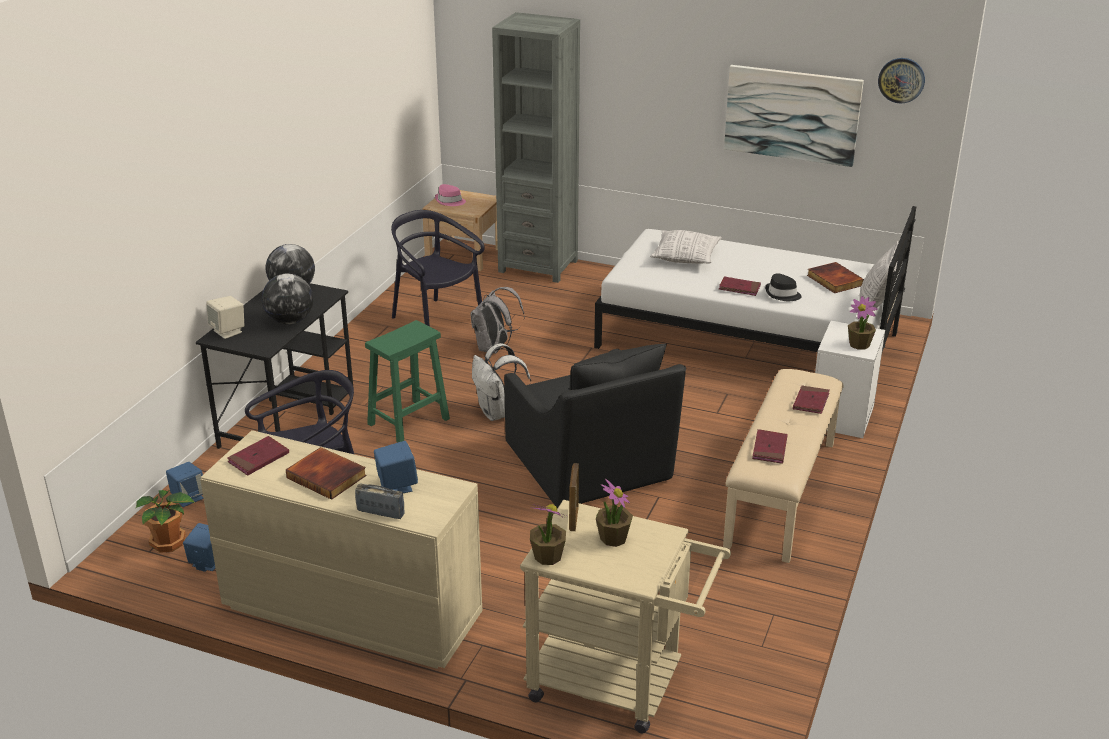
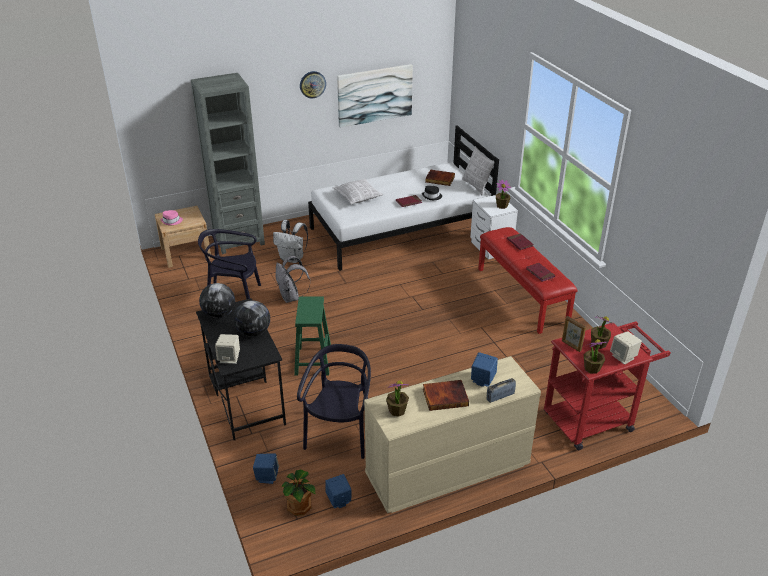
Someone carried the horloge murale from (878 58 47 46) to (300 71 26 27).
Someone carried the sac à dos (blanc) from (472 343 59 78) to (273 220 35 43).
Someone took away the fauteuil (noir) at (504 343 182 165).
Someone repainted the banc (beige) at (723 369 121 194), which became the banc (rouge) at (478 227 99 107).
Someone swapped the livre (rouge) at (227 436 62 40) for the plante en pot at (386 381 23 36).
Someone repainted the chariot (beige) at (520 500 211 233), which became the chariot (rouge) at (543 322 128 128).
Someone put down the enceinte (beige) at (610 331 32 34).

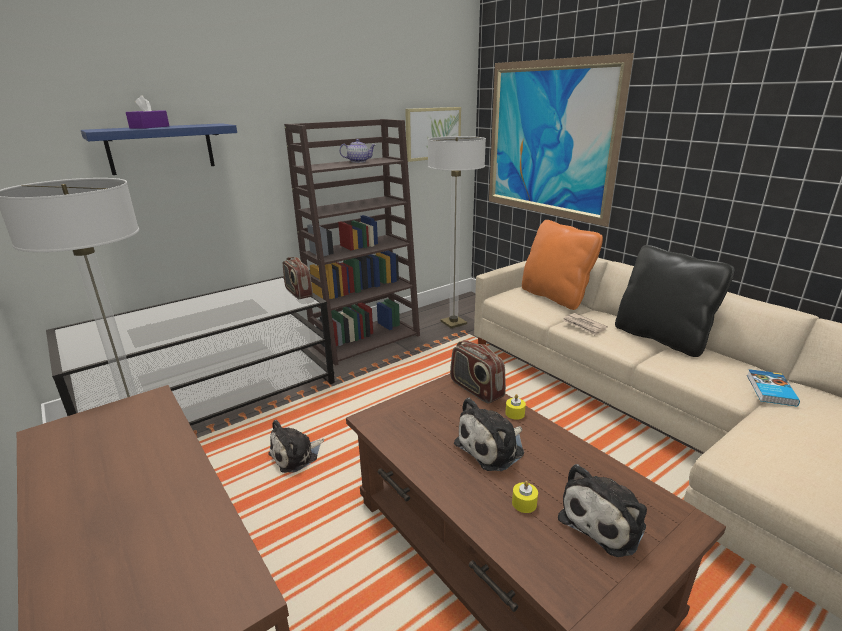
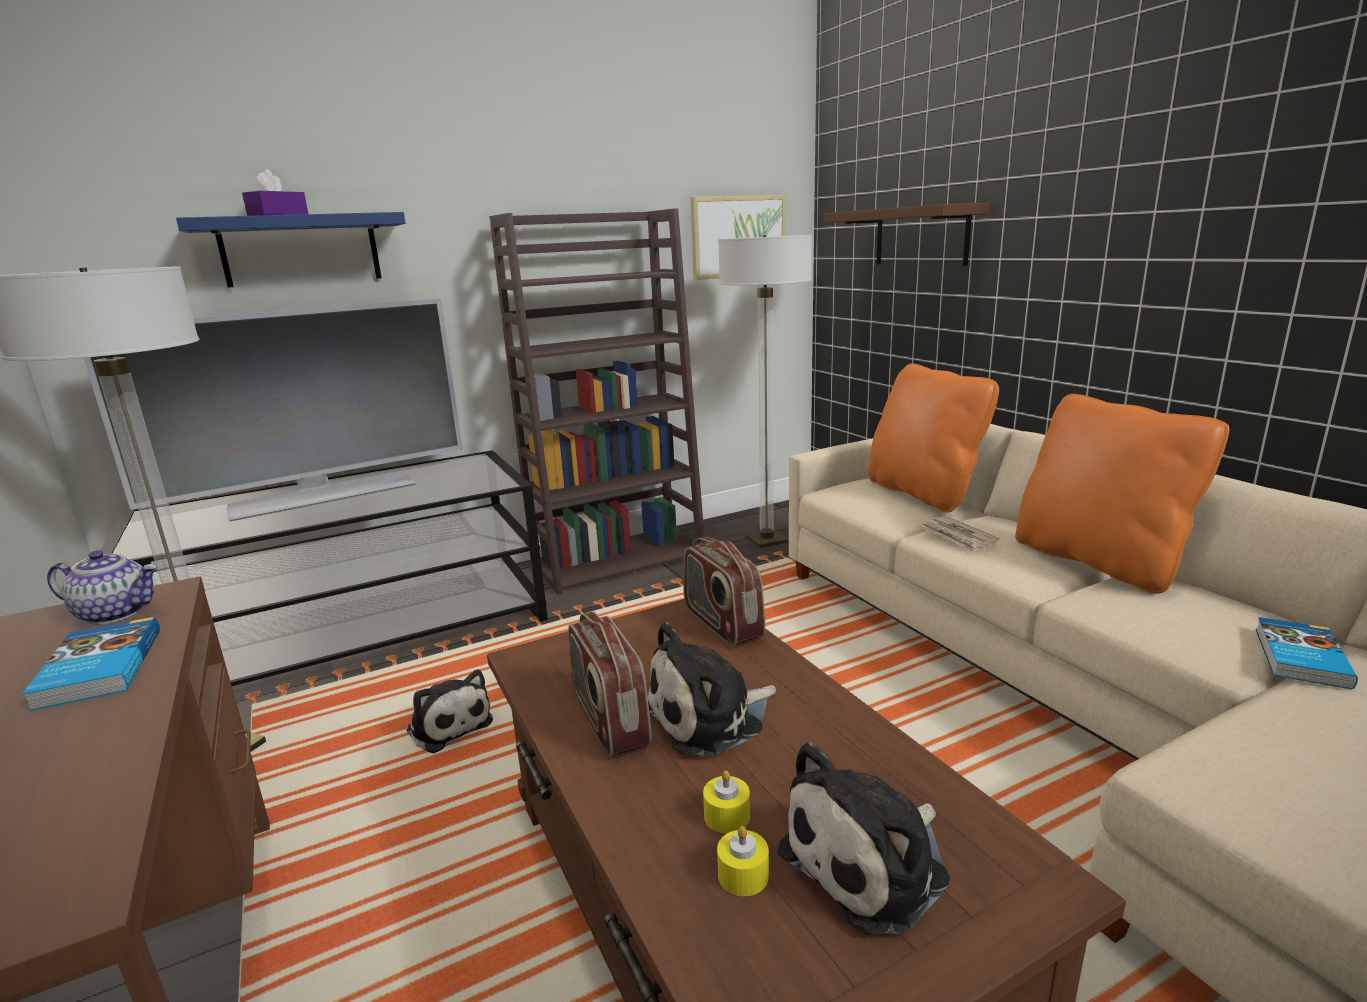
Someone swapped the tableau at (489 53 145 174) for the étagère (marron) at (824 203 166 63).
Someone carried the théière from (339 139 36 24) to (47 550 110 74).
Someone repainted the coussin (noir) at (615 245 120 112), which became the coussin (orange) at (1015 394 214 200).
Someone carried the radio from (283 257 30 42) to (568 611 84 146).
Someone carried the bougie (jaune) from (505 394 21 26) to (717 826 52 70).
Someone rotated the peluche at (268 420 56 53) by 105 degrees counterclockwise.
Someone put down the téléviseur at (84 298 379 223).
Someone put down the livre at (22 617 138 95).

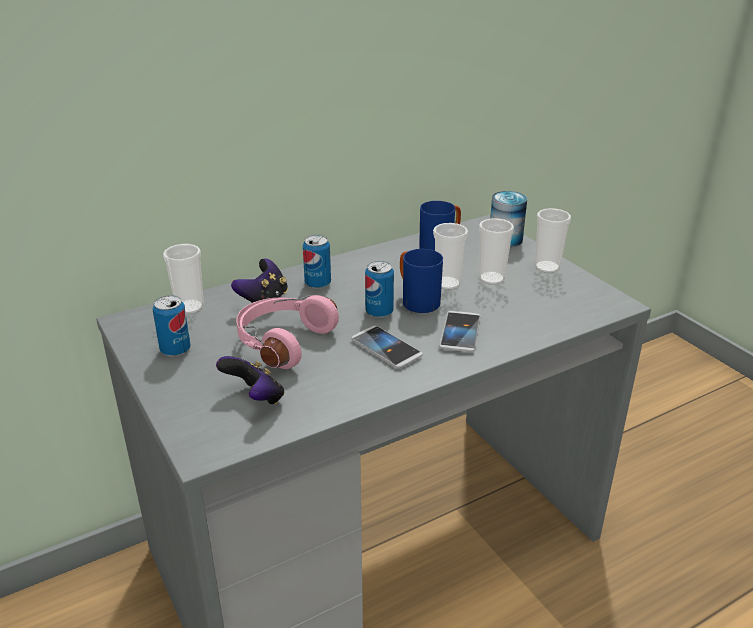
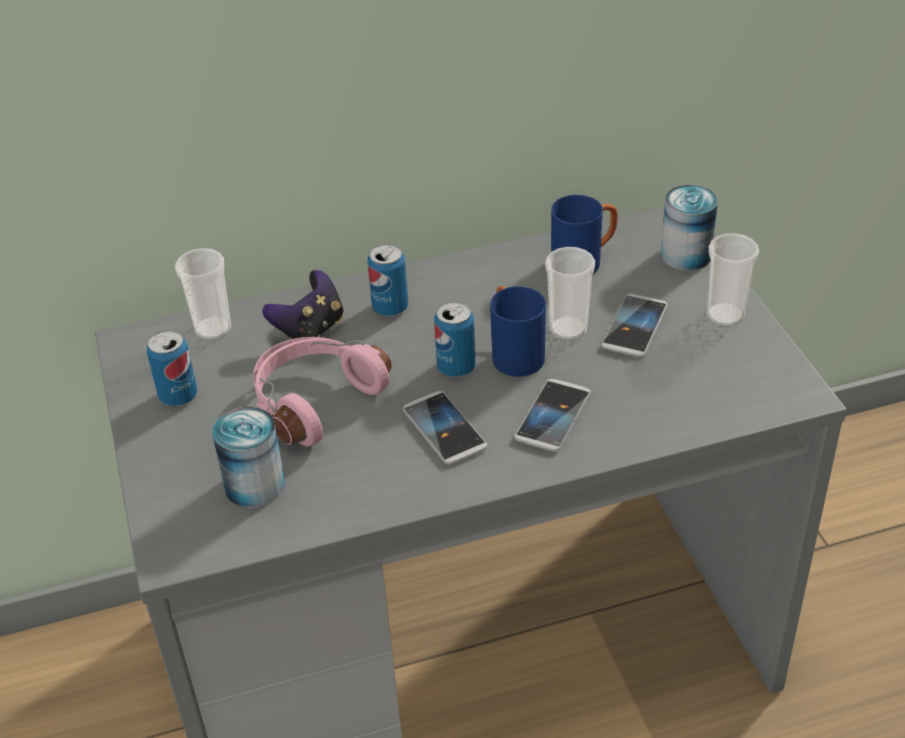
Someone swapped the tasse at (479 218 35 67) for the téléphone at (601 294 67 63).
Someone swapped the manette at (216 356 68 48) for the boîte métallique at (212 407 73 101).

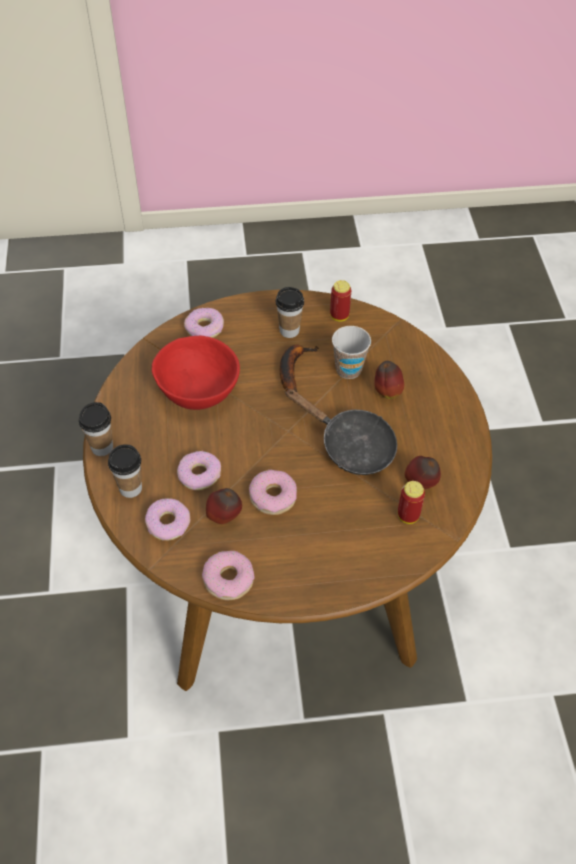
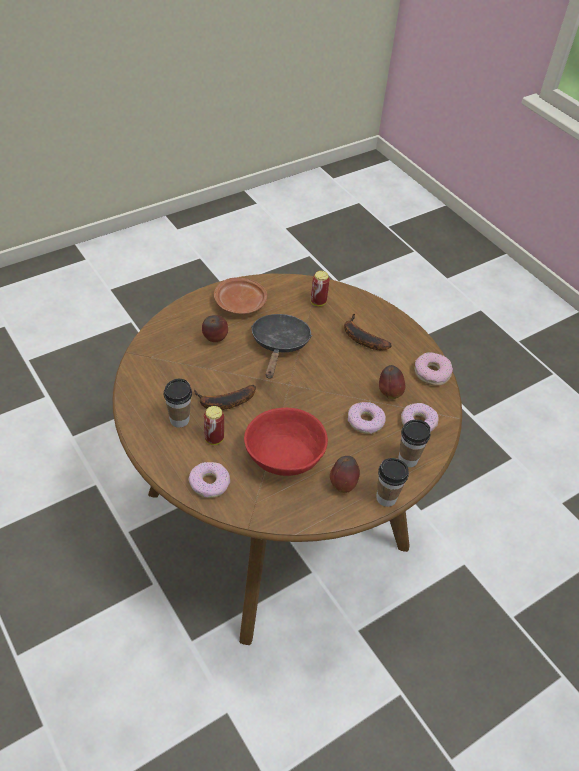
Someone carried the boîte métallique from (330 280 21 42) to (204 406 20 39).
Someone took away the tasse at (332 326 39 53).
Someone carried the pomme from (405 456 36 33) to (330 456 30 37).
Someone took away the beignet at (249 470 48 45).
Someone put down the assiette (marron) at (214 277 53 37).
Someone put down the banane at (344 314 48 36).

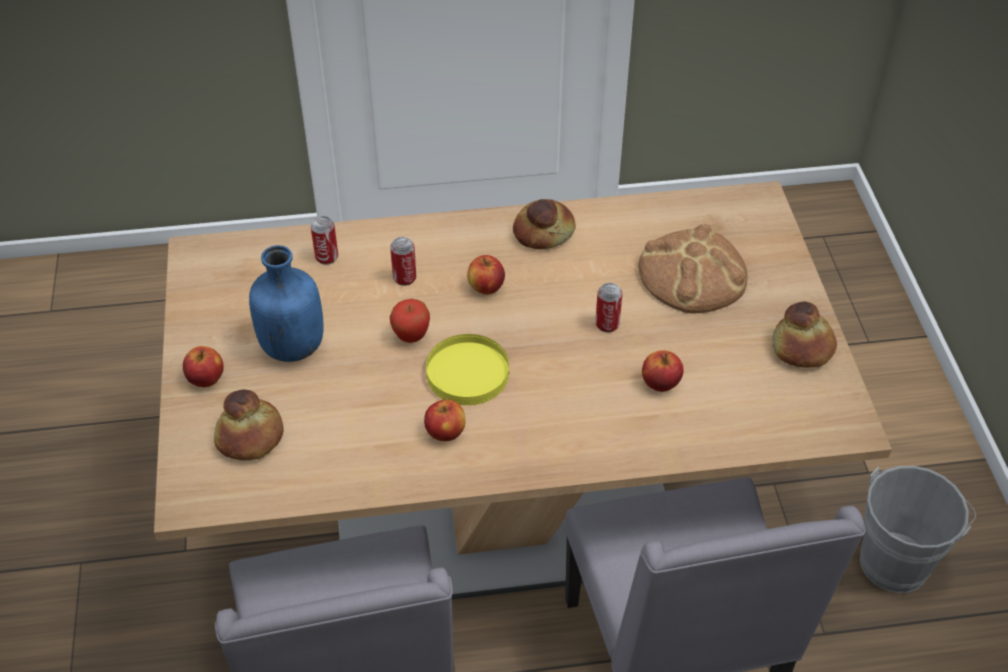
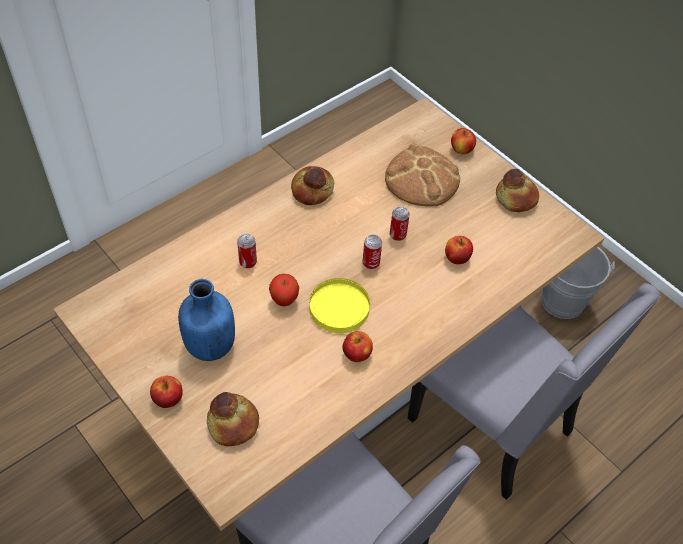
Someone carried the boîte métallique from (311 216 27 49) to (362 235 20 34).
Someone carried the pomme from (467 255 38 40) to (451 128 25 26).

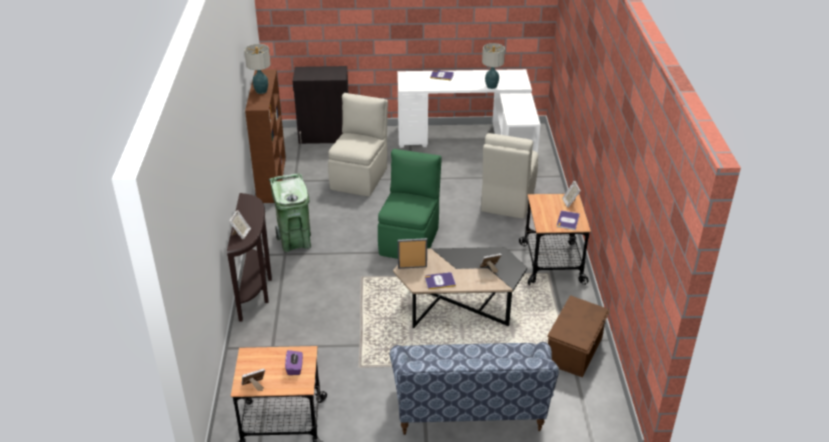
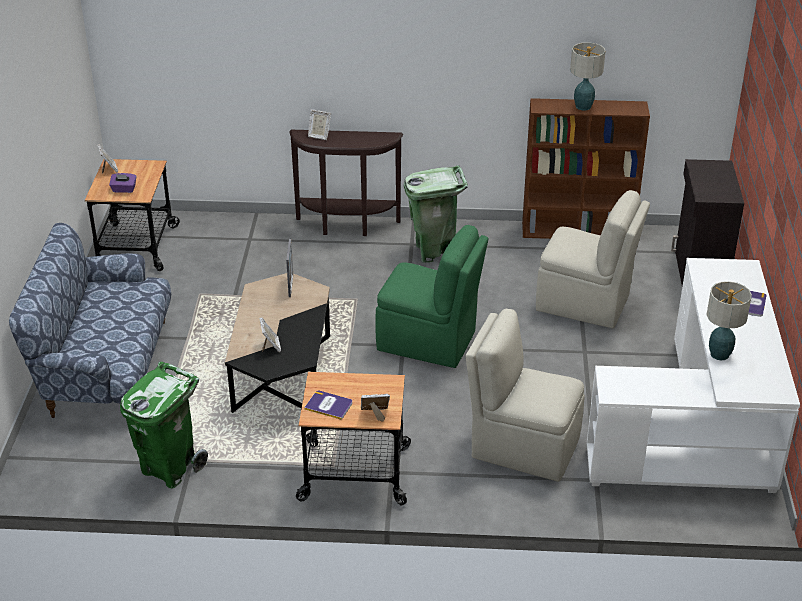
Someone took away the livre at (425 272 31 18).
Someone swapped the boîte de rangement (marron) at (547 295 63 82) for the poubelle (vert) at (120 361 88 128).

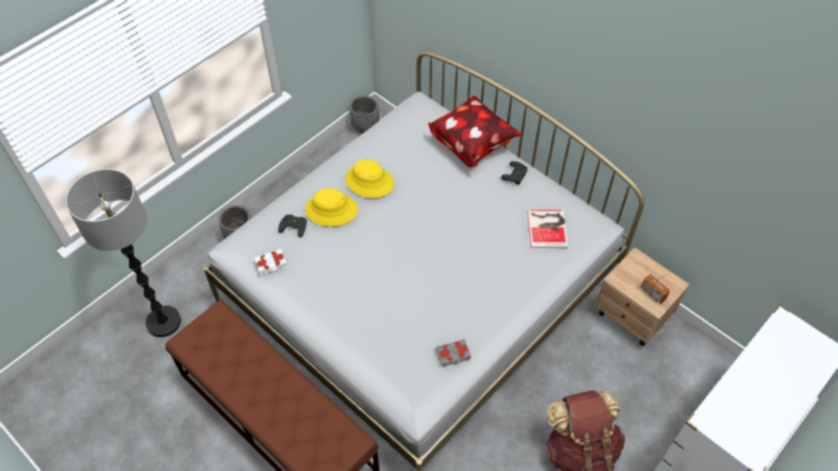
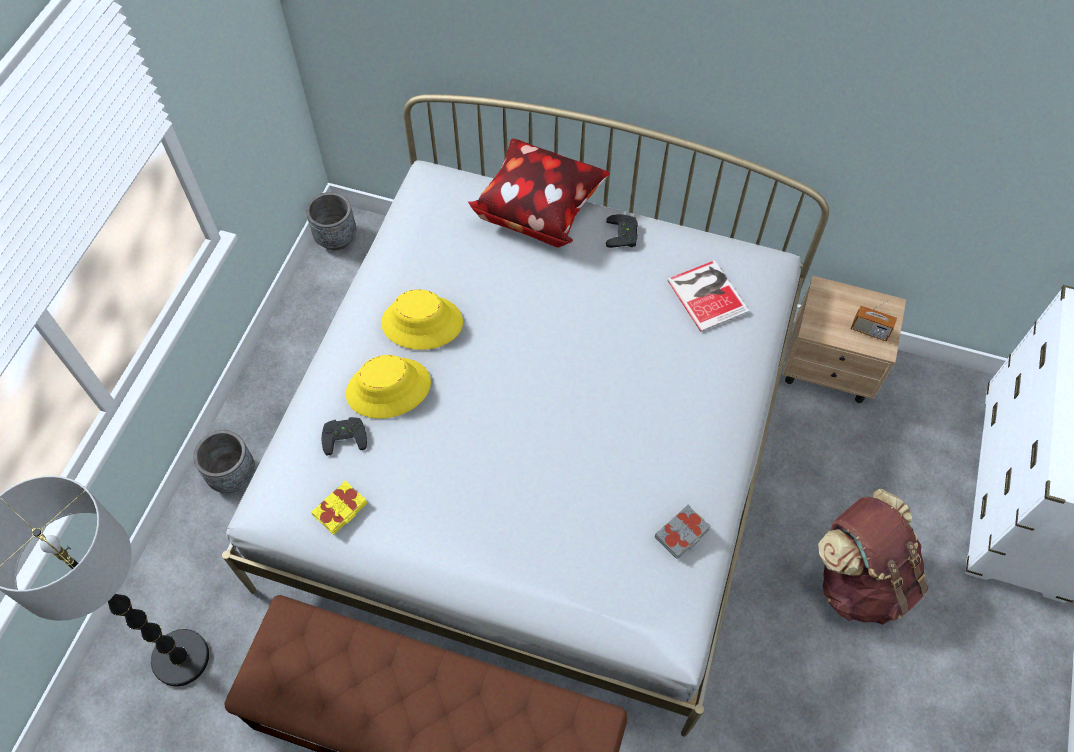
Someone repainted the livre (blanc) at (254 248 33 27), which became the livre (jaune) at (311 480 56 55).

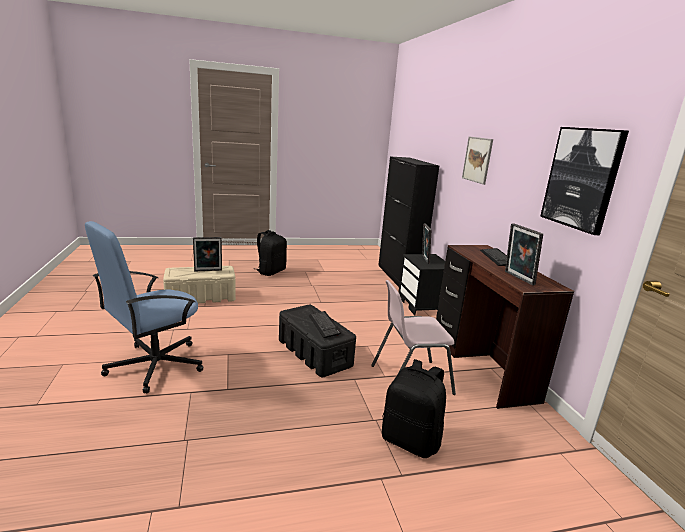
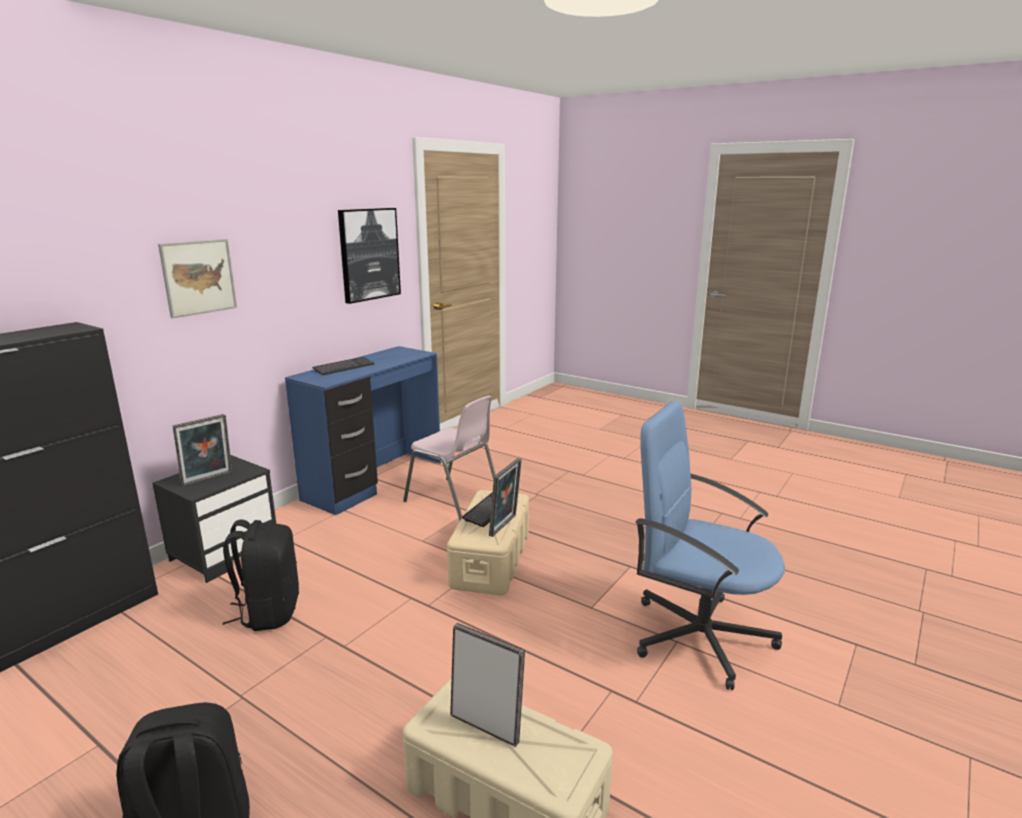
Someone rotated the chaise de bureau (bleu) at (85 221 118 173) by 150 degrees counterclockwise.
Someone carried the cadre photo from (505 223 38 63) to (489 458 33 79).
Someone repainted the bureau (marron) at (436 245 138 164), which became the bureau (bleu) at (285 346 156 169).
Someone repainted the boîte de rangement (noir) at (279 305 77 72), which became the boîte de rangement (beige) at (447 490 82 105).
Someone carried the sac à dos (noir) from (382 359 64 99) to (223 519 76 112).

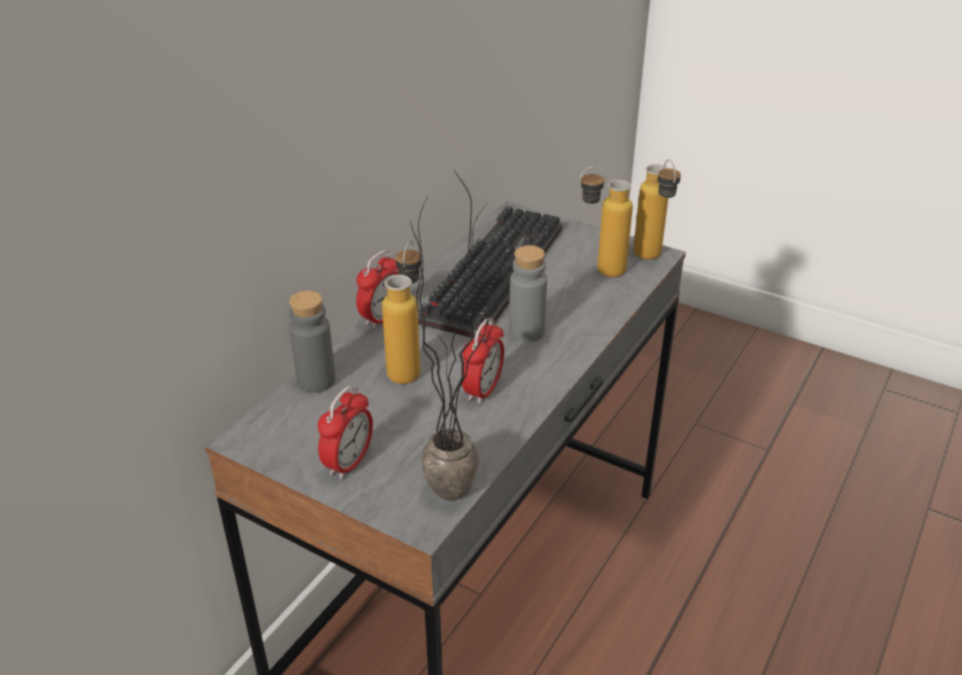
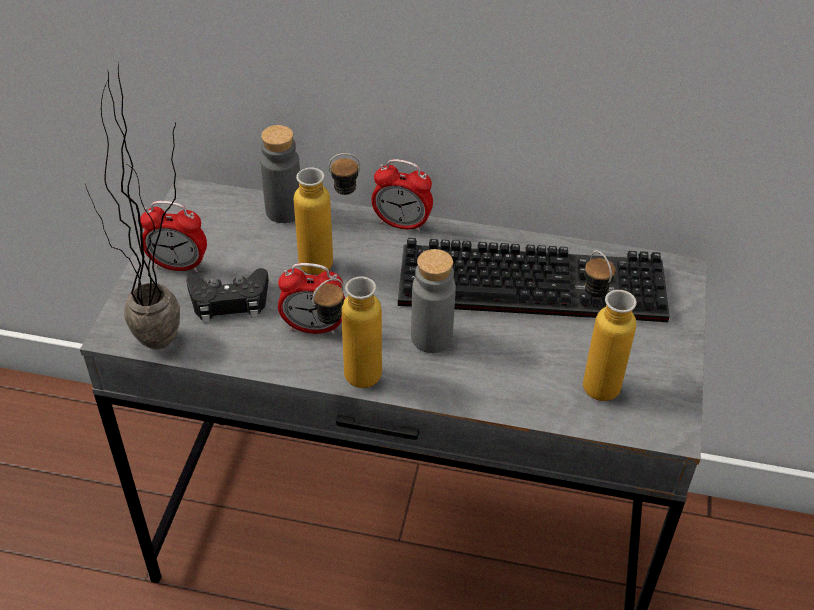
Someone carried the bouteille from (633 159 48 101) to (312 276 70 112).
Someone put down the manette (noir) at (186 268 83 55).

